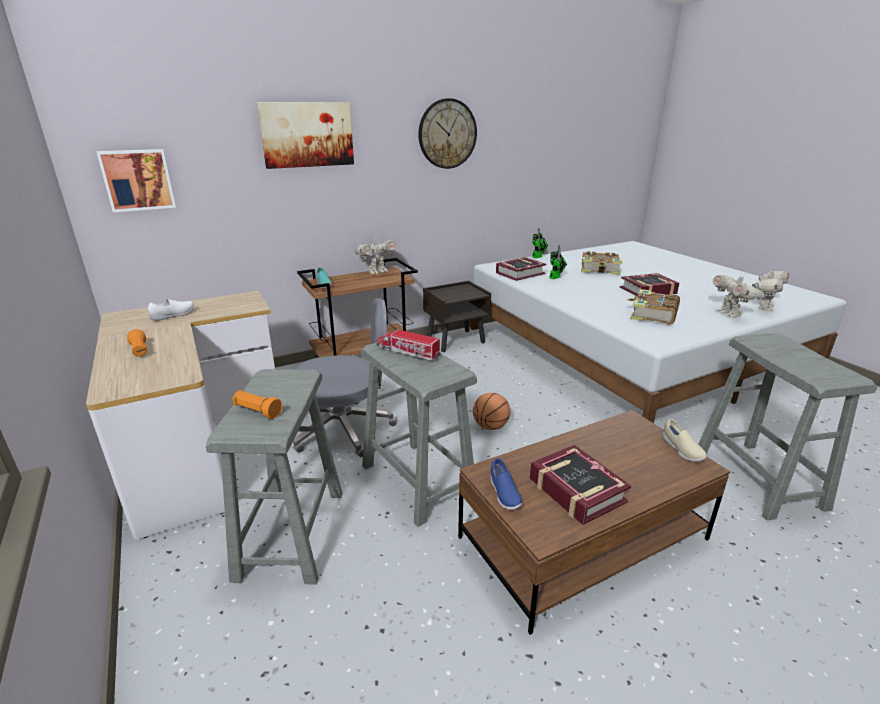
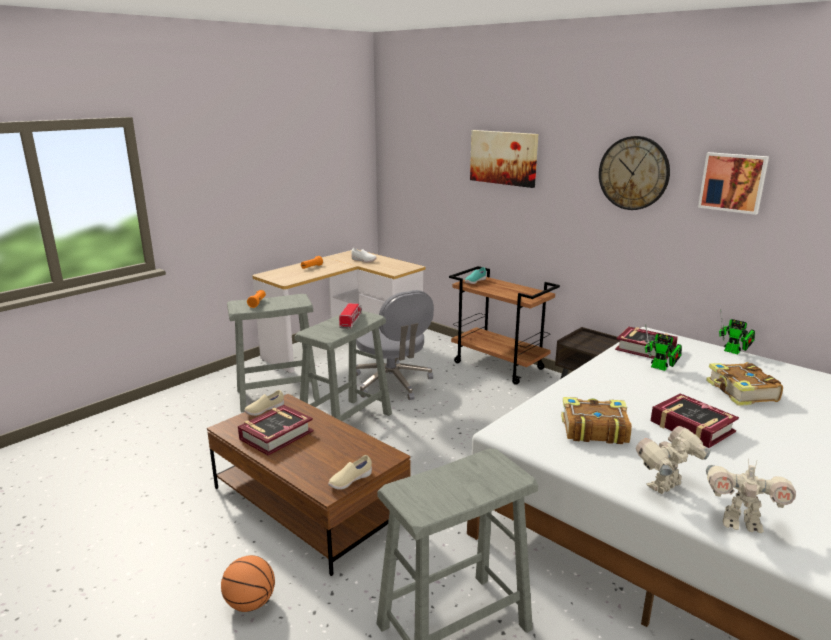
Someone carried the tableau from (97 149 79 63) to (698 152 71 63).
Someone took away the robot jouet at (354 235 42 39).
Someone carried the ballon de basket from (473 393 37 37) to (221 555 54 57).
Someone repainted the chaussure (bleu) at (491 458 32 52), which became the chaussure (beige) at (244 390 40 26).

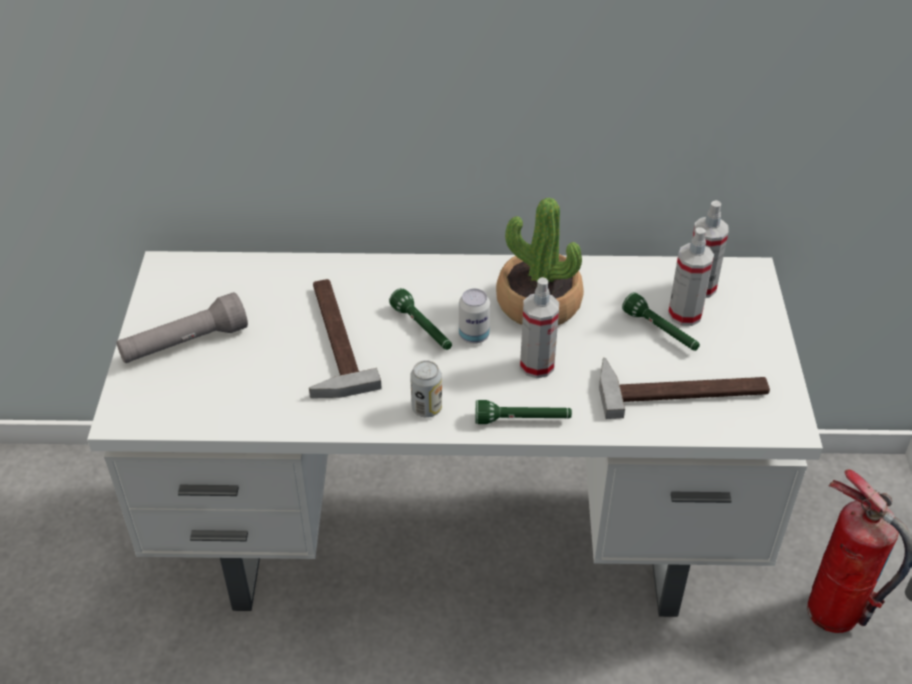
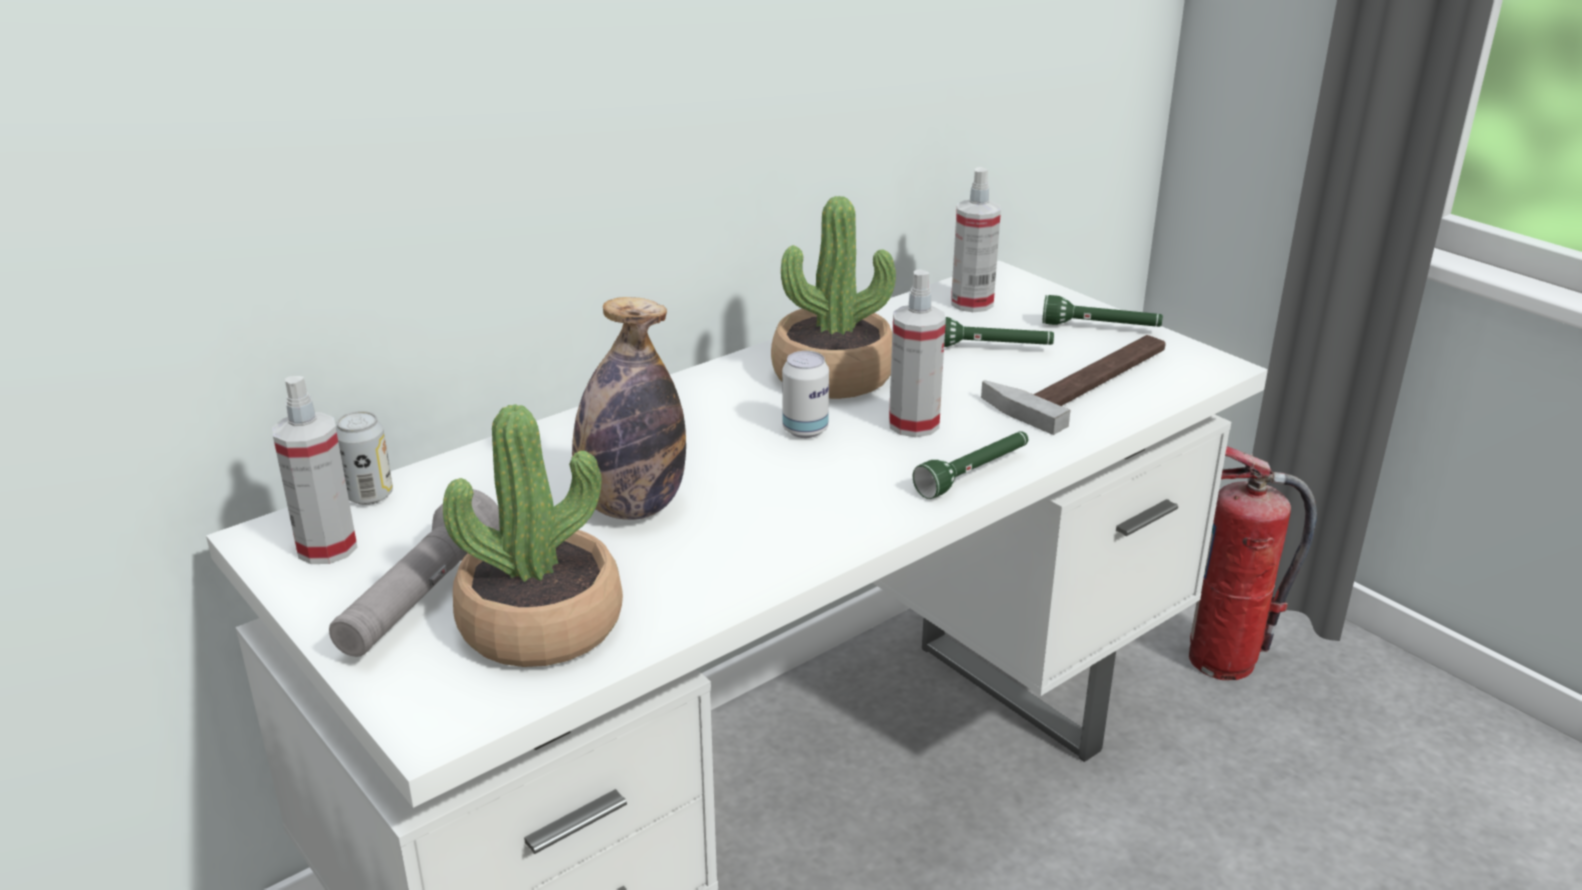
Someone carried the vaporisateur from (668 227 46 99) to (272 376 85 188).
Someone swapped the marteau at (309 279 73 119) for the bouteille at (572 297 114 223).
Someone carried the lampe de poche (vert) from (389 288 63 62) to (1042 295 121 32).
Someone carried the boîte métallique from (410 360 32 58) to (336 411 57 94).
Someone put down the plante en pot at (443 404 180 263).

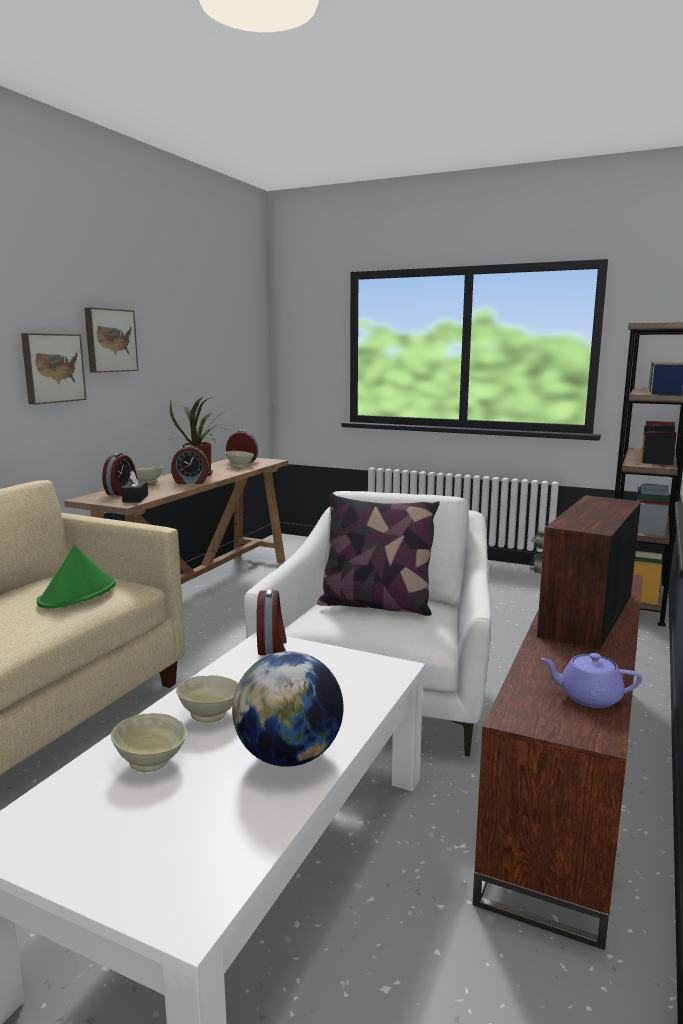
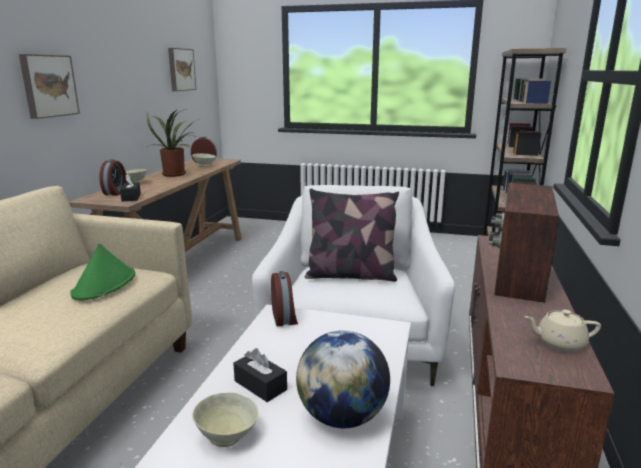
Someone carried the tableau from (84 307 55 66) to (168 48 28 43).
Someone took away the réveil at (171 446 38 38).
Someone repainted the théière (violet) at (540 653 102 55), which became the théière (beige) at (524 310 77 42).
Someone swapped the bol (beige) at (176 675 63 48) for the boîte à mouchoirs (noir) at (233 348 54 54).

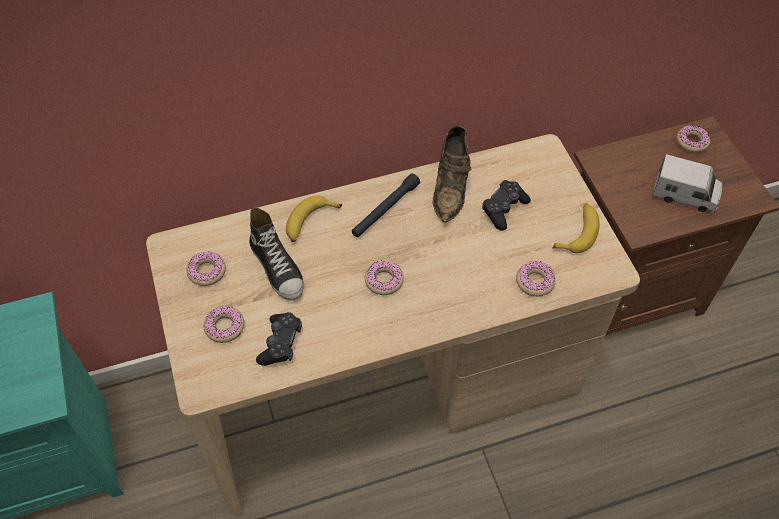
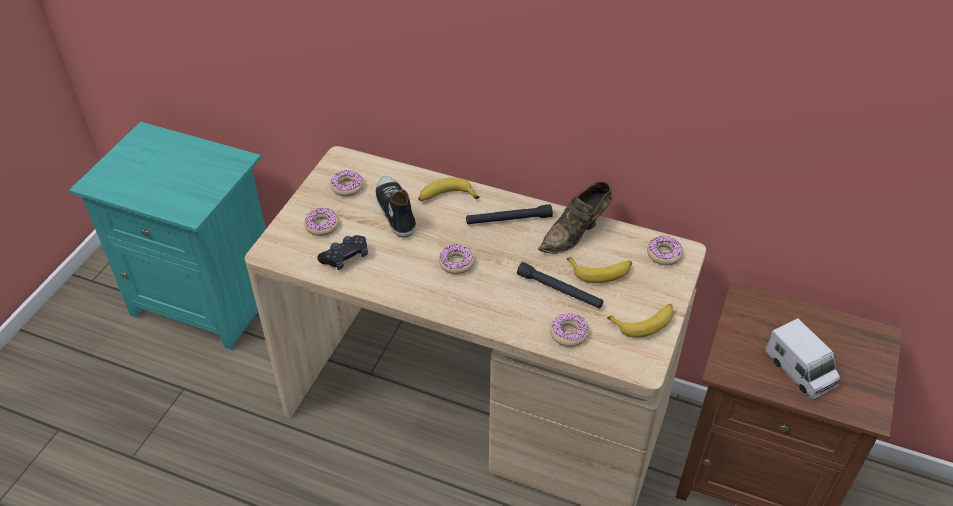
Someone carried the beignet from (677 125 33 28) to (647 235 36 30).
Someone swapped the manette (noir) at (482 180 49 51) for the banane at (567 257 65 26).
Someone rotated the chaussure at (249 207 55 94) by 150 degrees clockwise.
Someone put down the lampe de poche (noir) at (517 262 87 47).

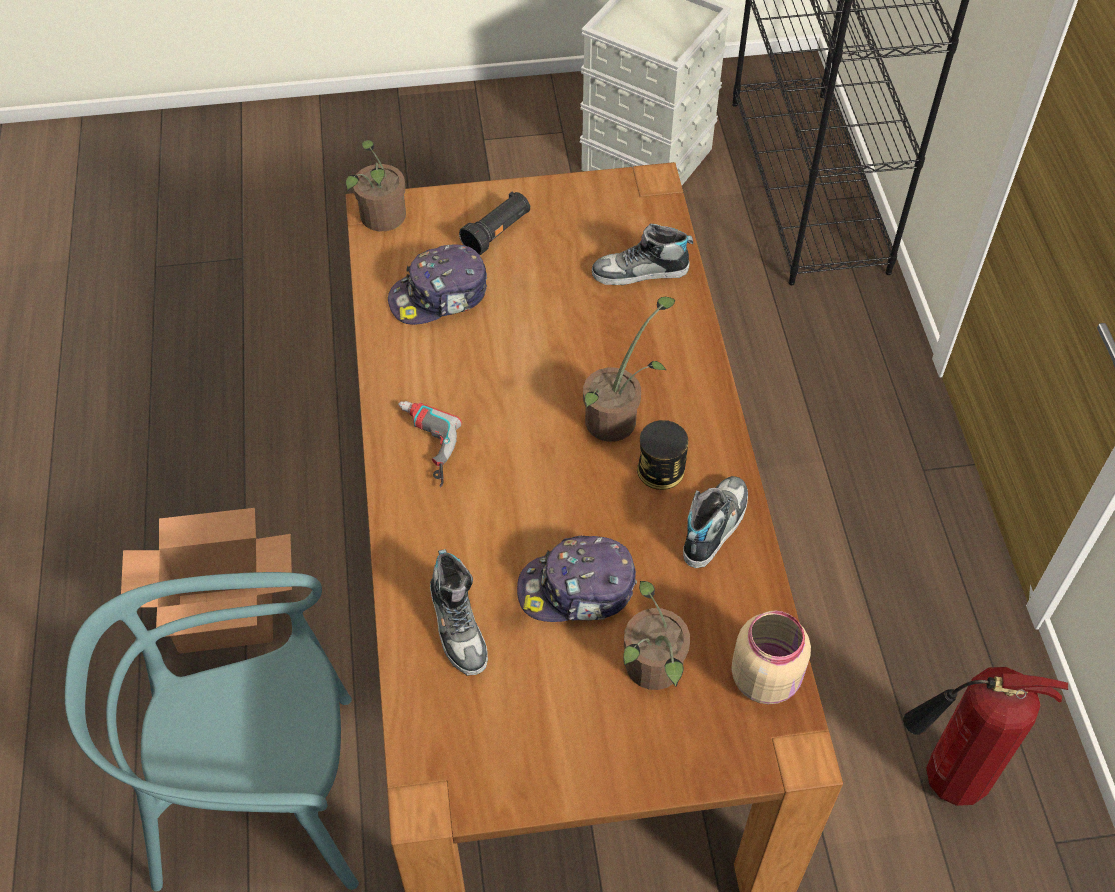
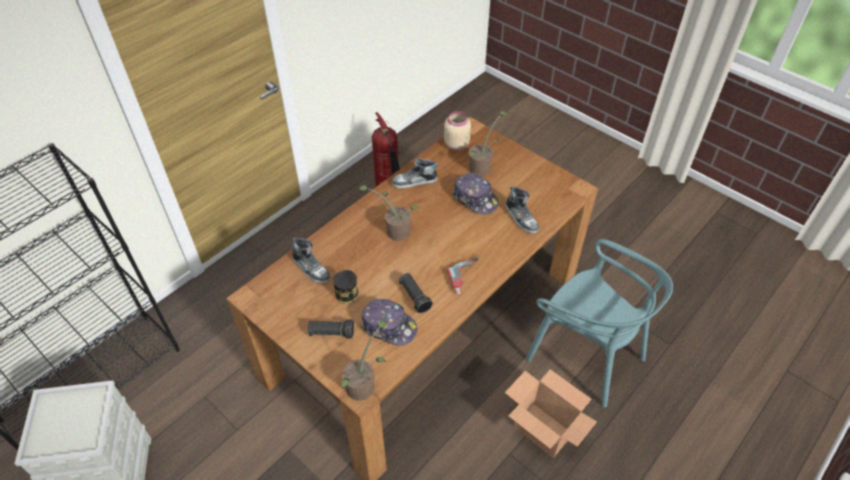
Someone carried the boîte métallique from (637 420 51 70) to (333 270 26 34).
Someone rotated the chaussure at (430 549 58 127) by 120 degrees clockwise.
Someone put down the lampe de poche (noir) at (399 273 34 40).

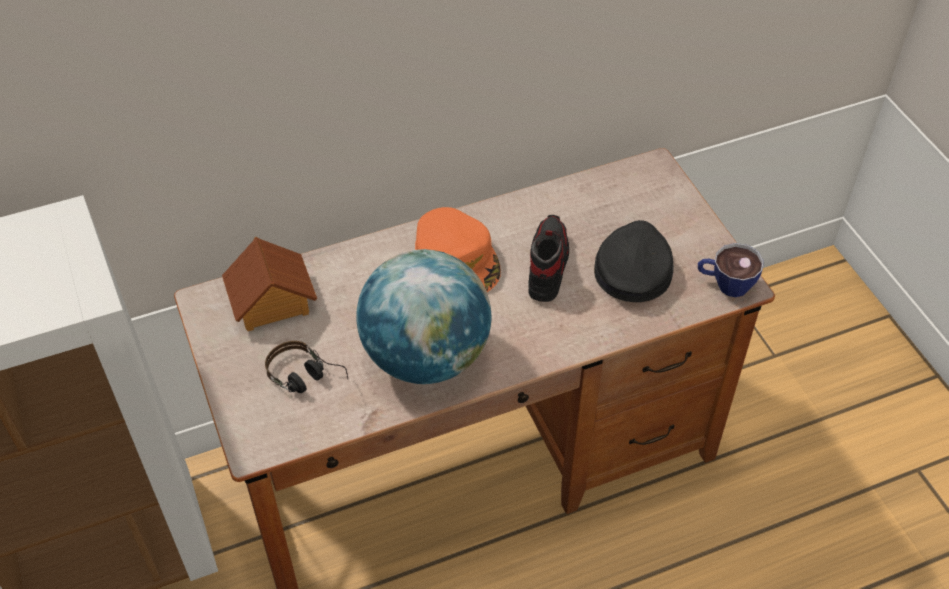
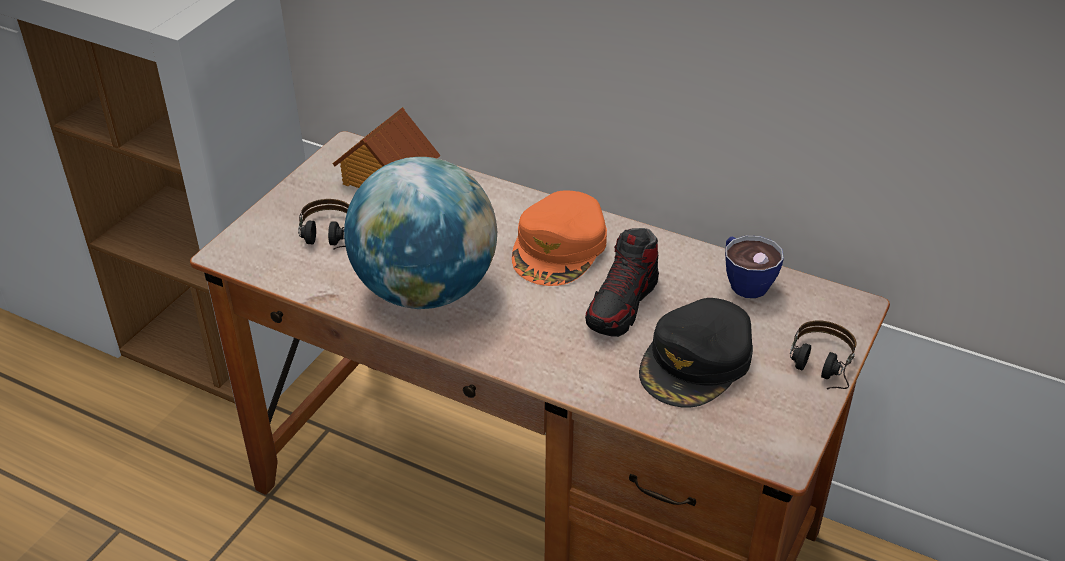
Someone rotated the chaussure at (528 215 41 87) by 150 degrees clockwise.
Someone rotated the casquette (noir) at (594 220 80 82) by 150 degrees clockwise.
Someone carried the tasse from (698 243 66 54) to (725 236 59 62).
Someone put down the casque audio at (790 321 67 69).

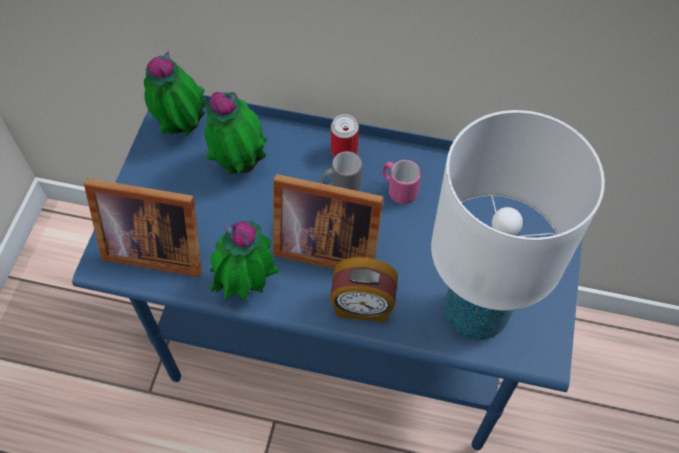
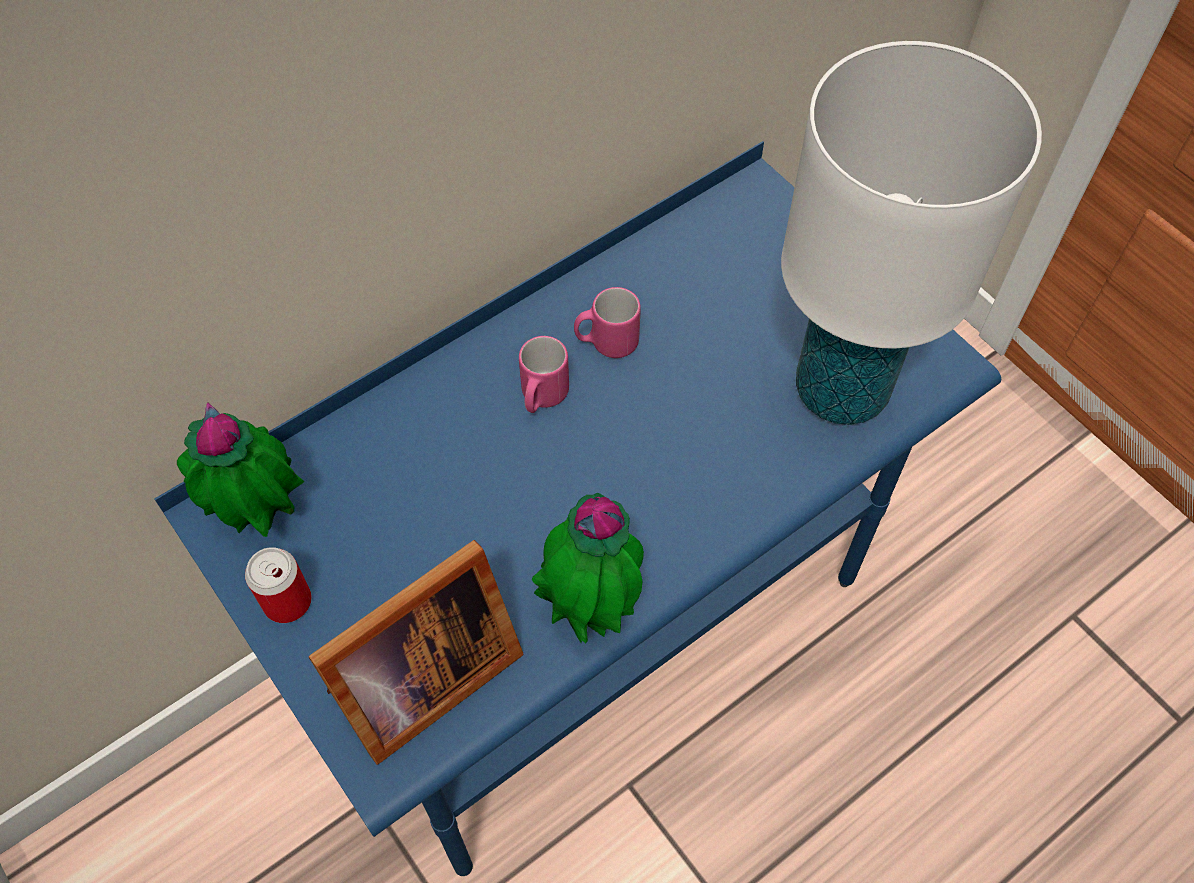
Someone took away the plante en pot at (205 92 62 82).
Someone carried the boîte métallique from (331 114 28 43) to (245 547 67 76).
Someone repainted the mug (gris) at (321 151 41 40), which became the mug (rose) at (519 336 50 77).
Someone took away the cadre photo at (273 174 111 95).
Someone took away the réveil at (330 257 68 65).

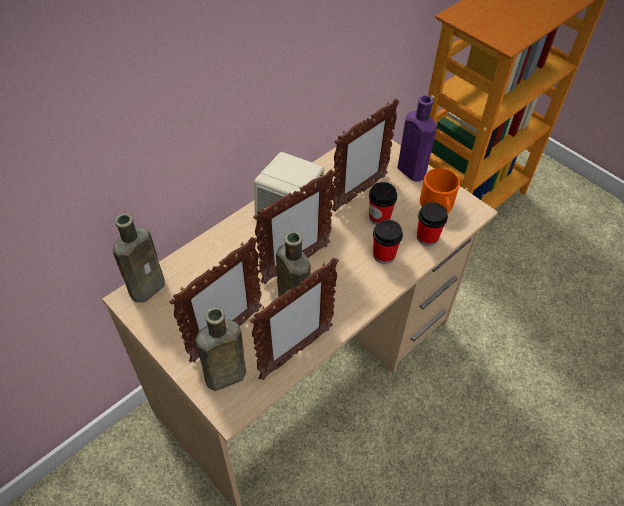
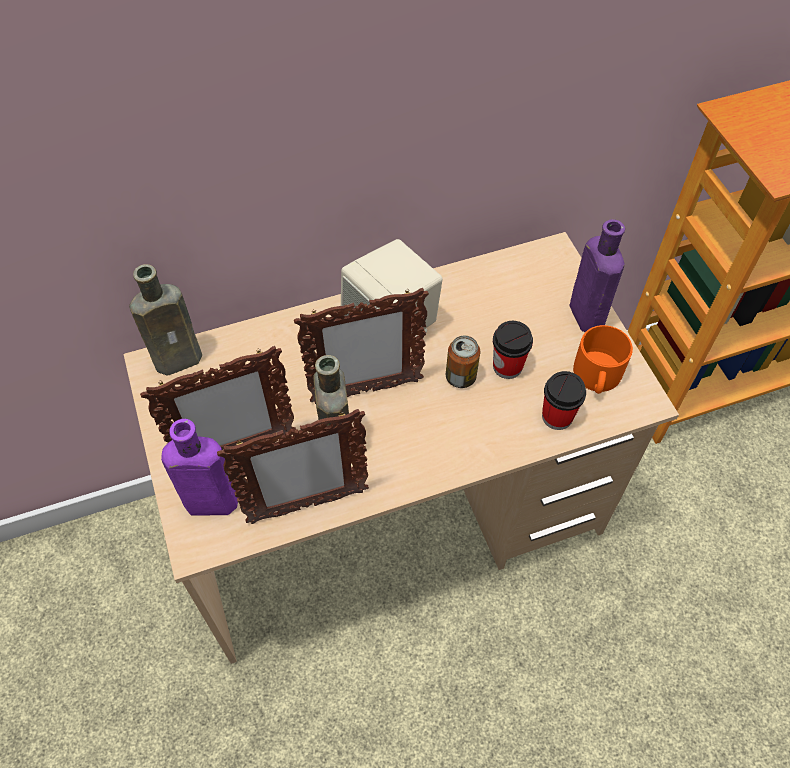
Someone took away the cadre photo at (332 99 67 113).
Someone took away the tasse at (373 220 30 44).
Someone repainted the bouteille (marron) at (195 307 51 84), which became the bouteille (violet) at (161 419 77 97).
Someone put down the boîte métallique at (446 336 34 52).

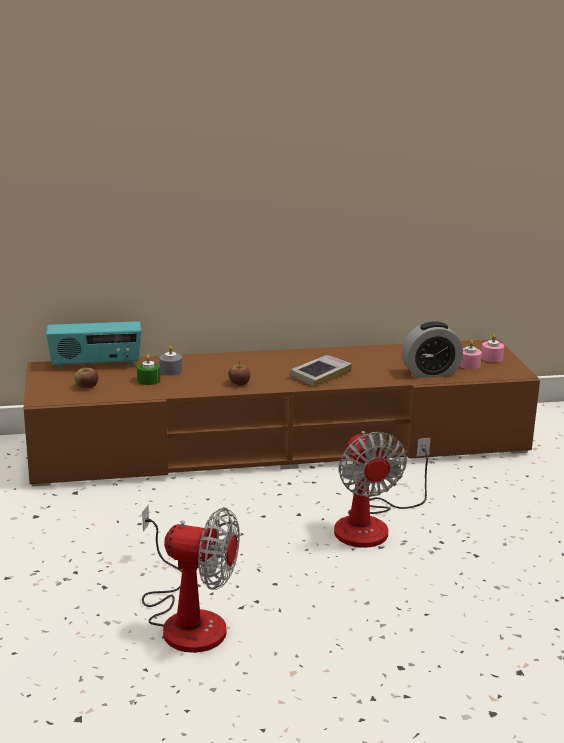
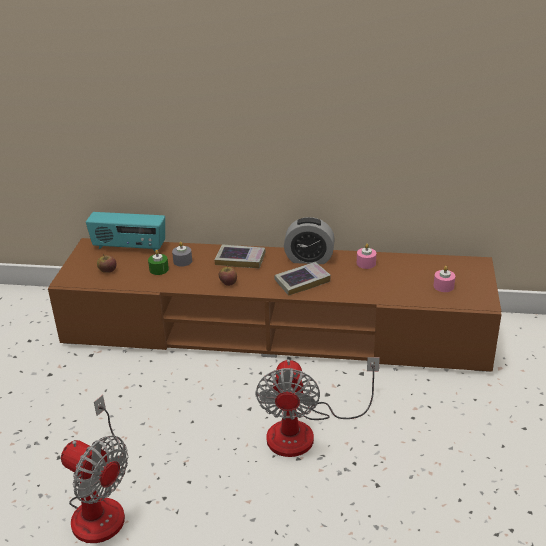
Someone carried the réveil from (402 321 61 57) to (284 217 51 47).
Someone carried the bougie (rose) from (481 334 23 29) to (357 244 19 25).
Someone put down the livre at (214 244 52 24).

